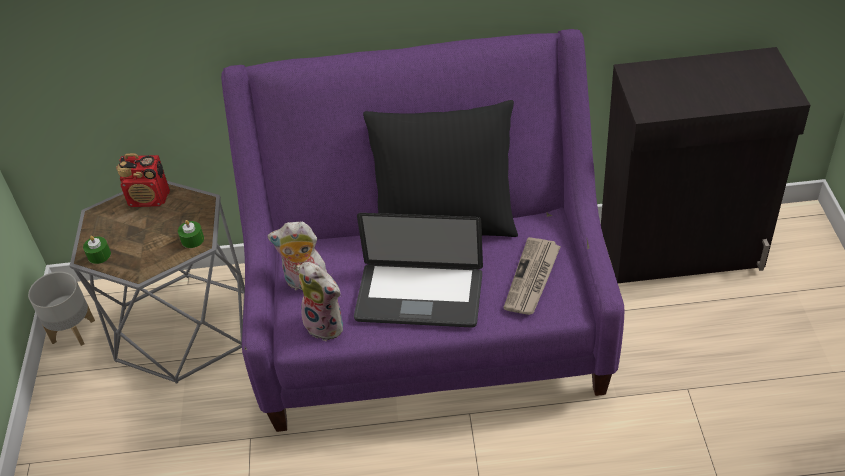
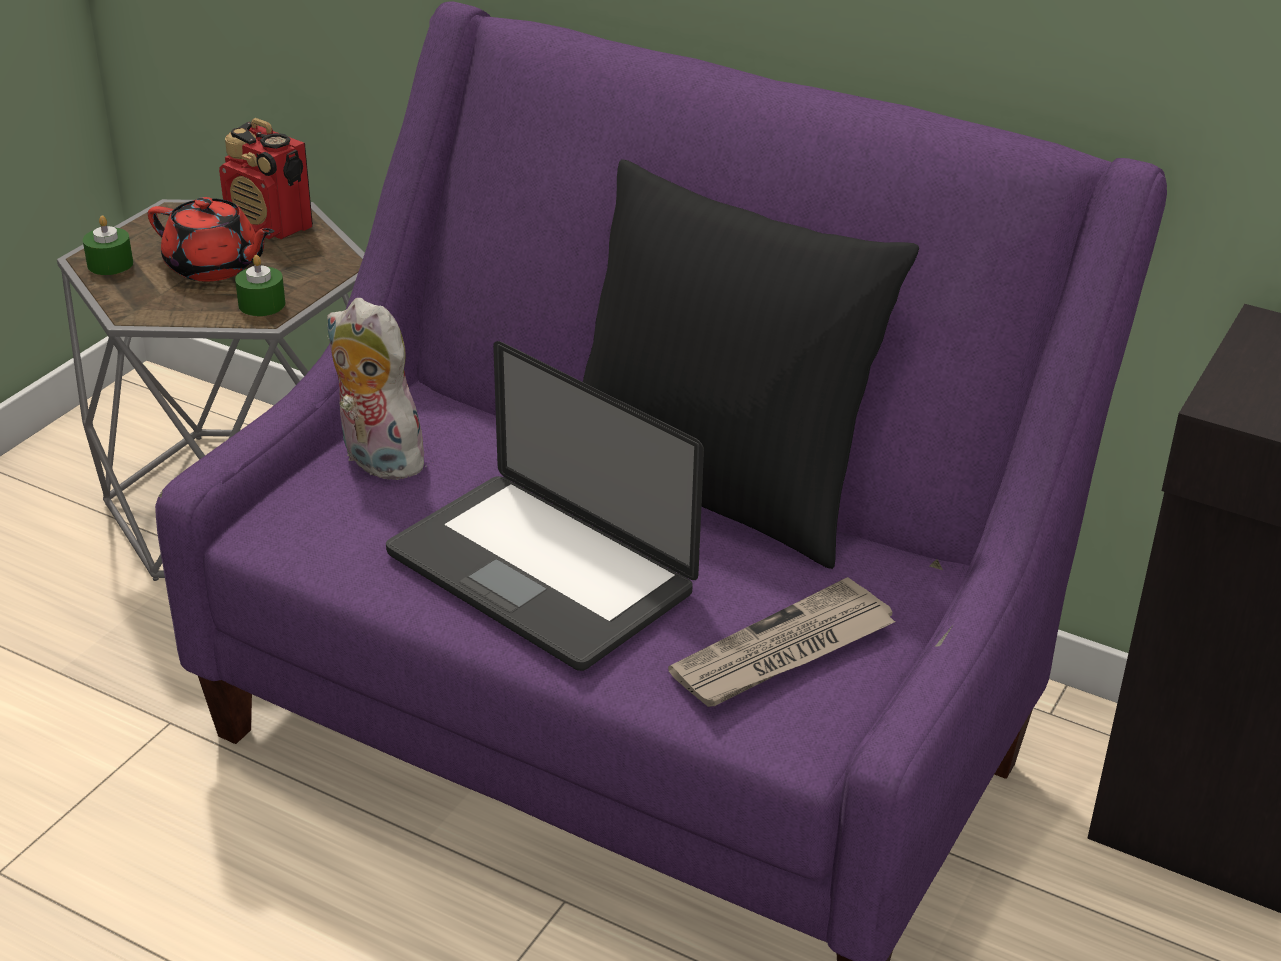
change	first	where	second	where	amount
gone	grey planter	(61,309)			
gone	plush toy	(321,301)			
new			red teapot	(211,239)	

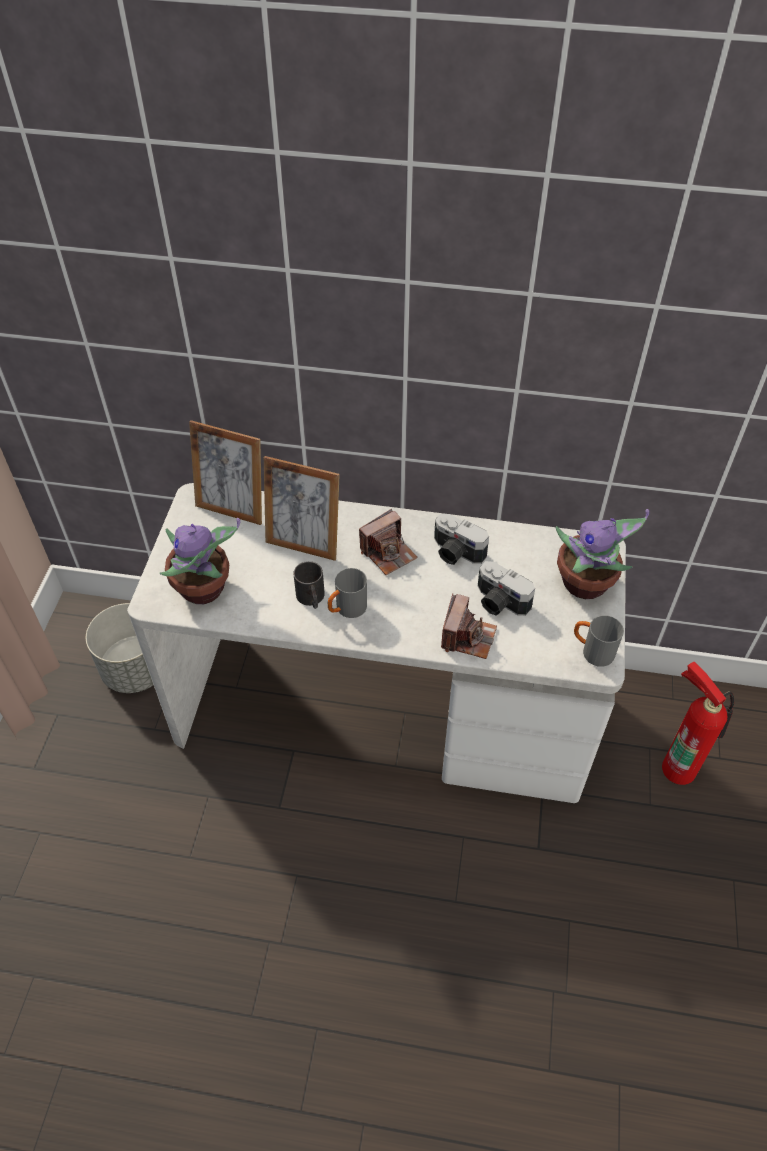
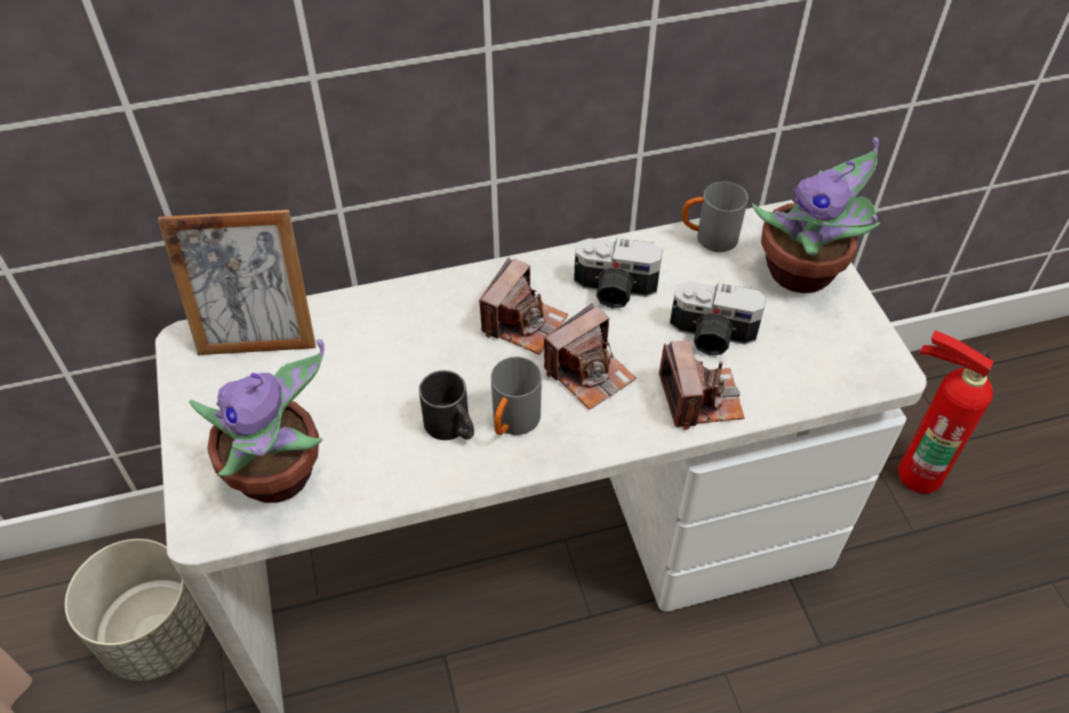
change	first	where	second	where	amount
gone	picture frame	(302,508)			
shifted	grey mug	(599,641)		(715,217)	
new			photo camera	(590,356)	

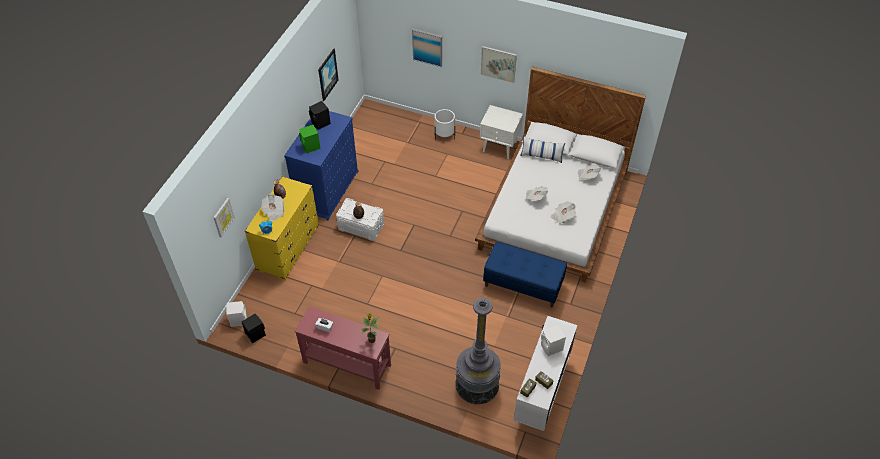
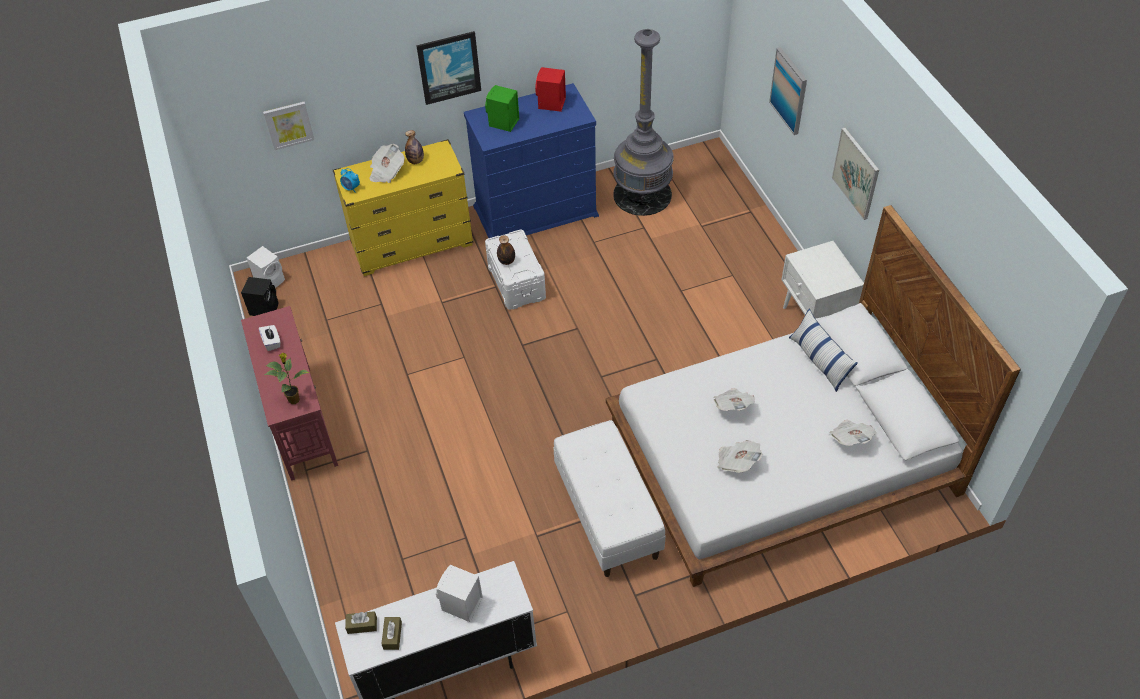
change	first	where	second	where	amount
repainted	black speaker	(320,115)	red speaker	(550,89)	
shifted	picture	(328,75)		(448,68)	
gone	white planter	(445,124)			
shifted	grey floor lamp	(478,351)		(643,122)	
repainted	blue bench	(525,274)	white bench	(609,498)	

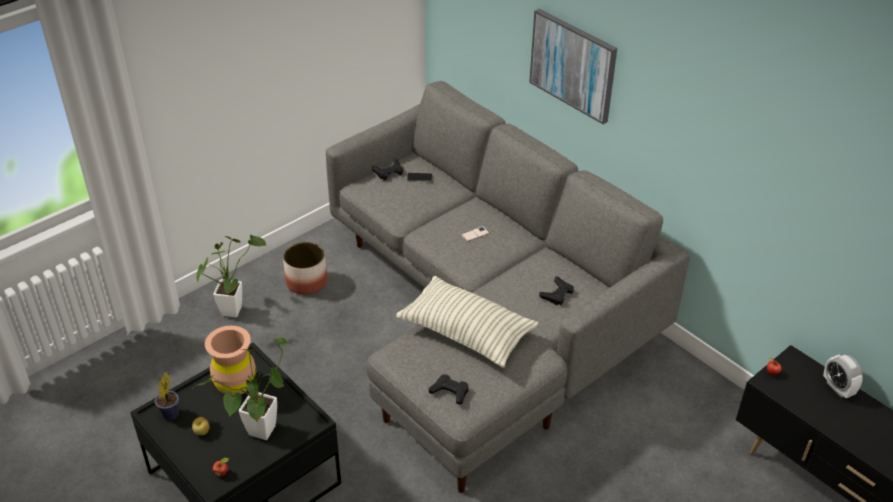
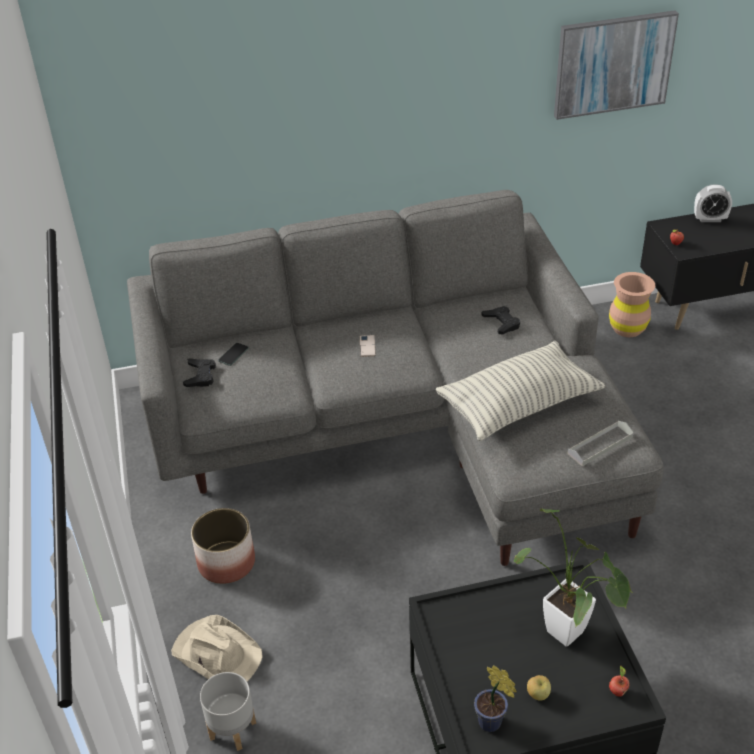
change	first	where	second	where	amount
swapped	potted plant	(231,276)	beige hat	(217,648)	
shifted	brown vase	(230,361)		(632,304)	
swapped	black game controller	(448,389)	grey tray	(601,443)	
shifted	picture	(573,66)		(616,65)	
new			grey planter	(228,711)	

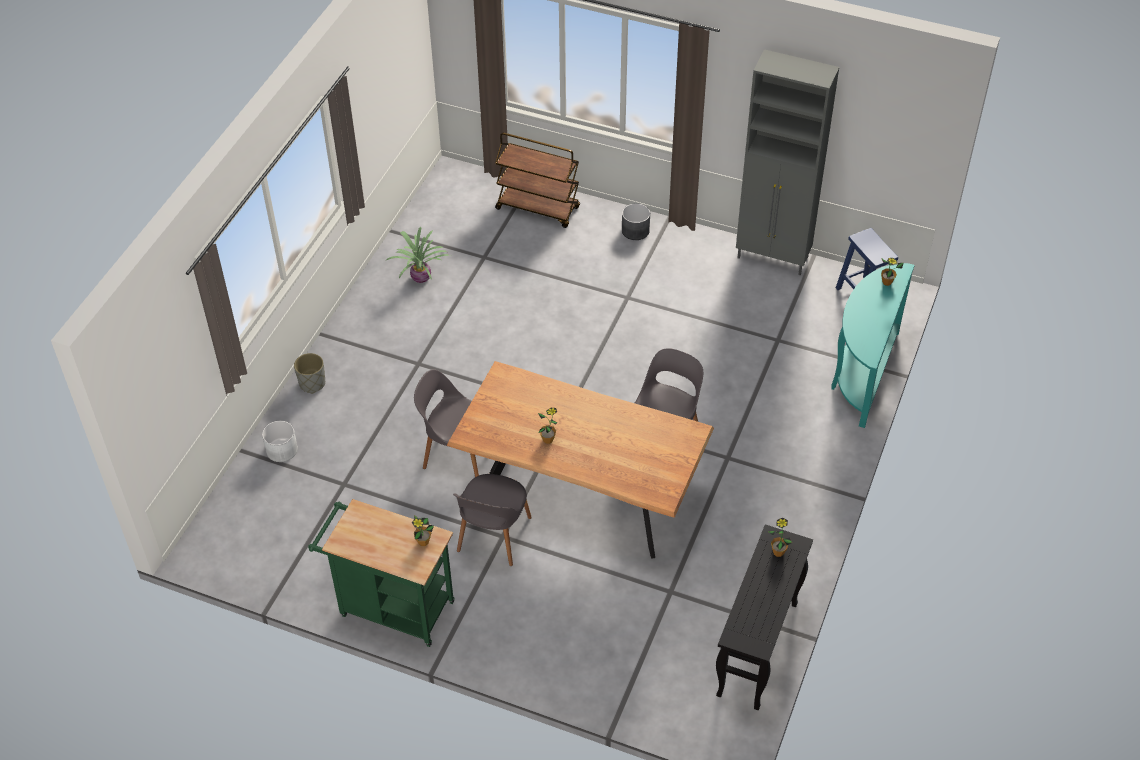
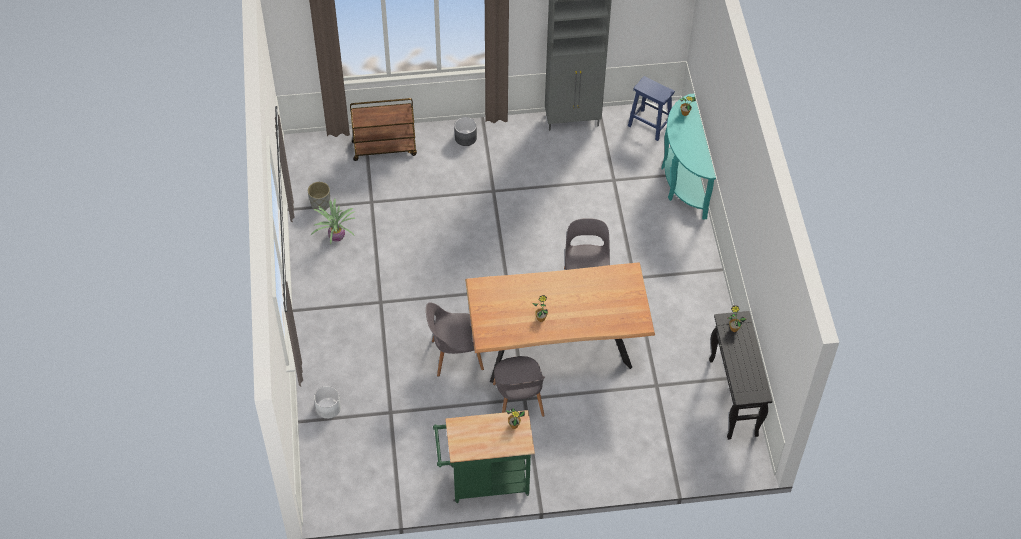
change	first	where	second	where	amount
shifted	grey planter	(309,373)		(319,196)	

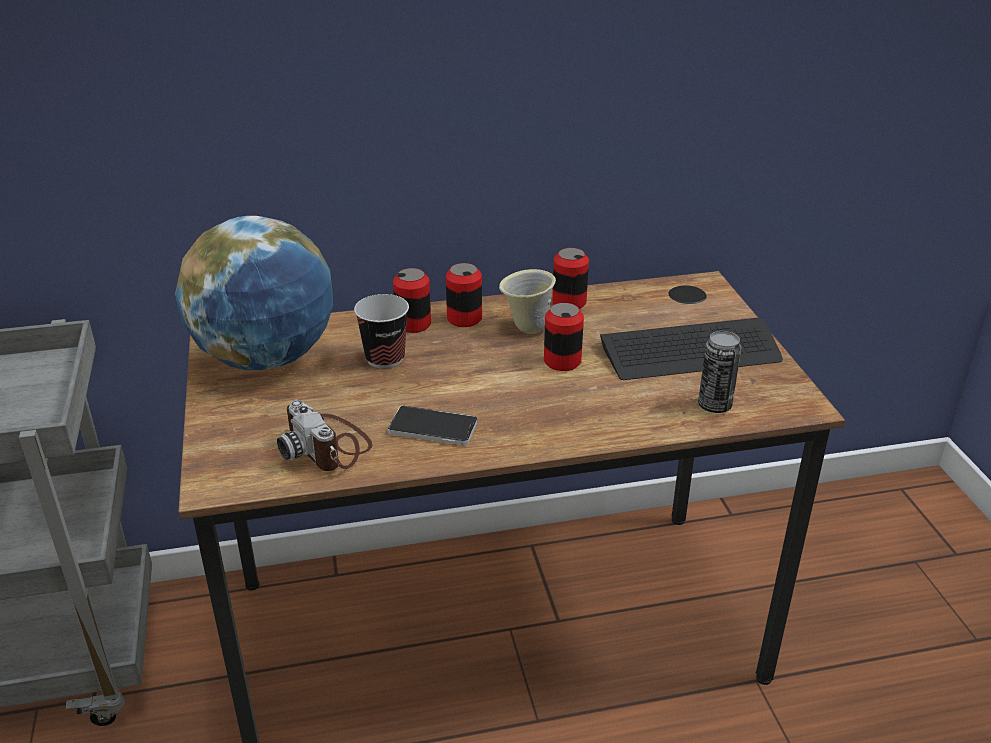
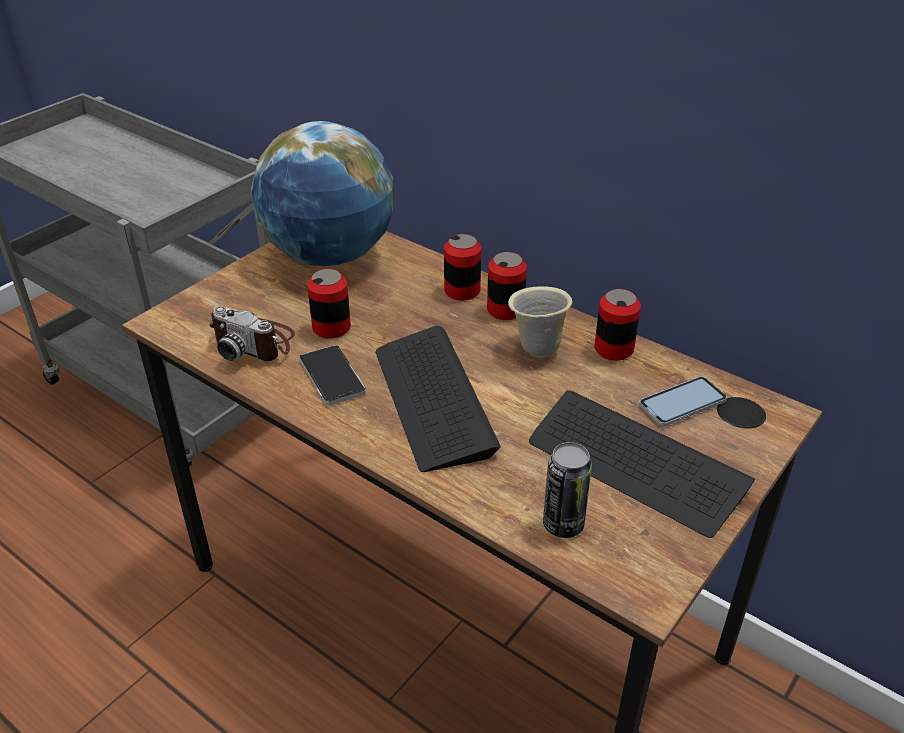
change	first	where	second	where	amount
rotated	photo camera	(324,435)		(252,333)	75 degrees counterclockwise
gone	cup	(381,331)			
shifted	can	(564,337)		(329,304)	
new			keyboard	(438,399)	
new			phone	(683,401)	

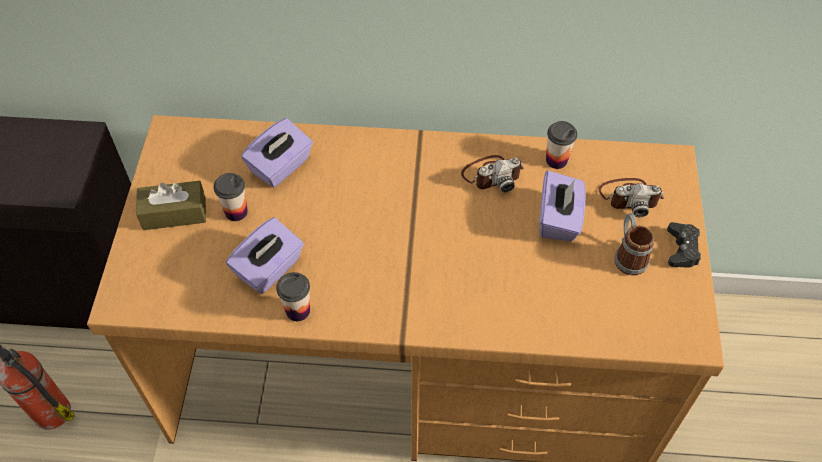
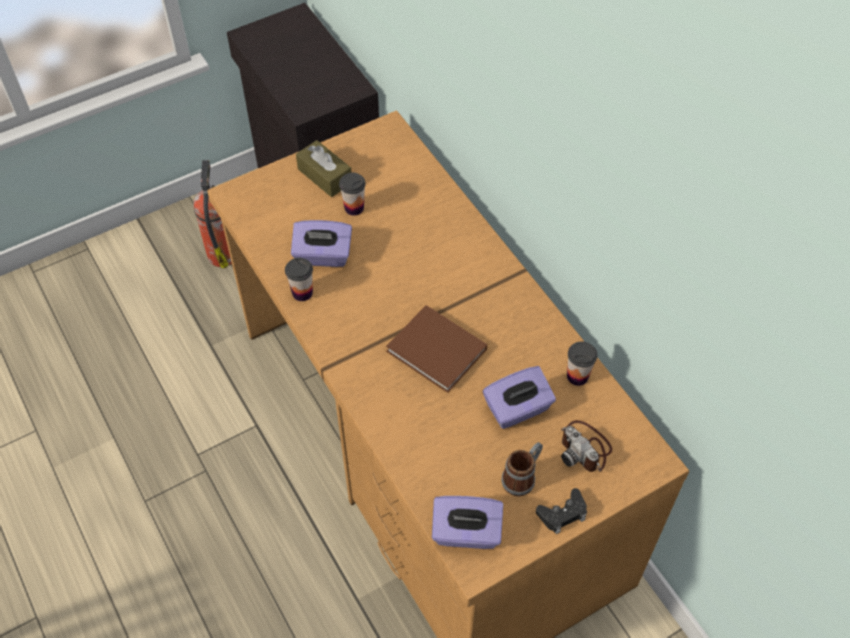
change	first	where	second	where	amount
shifted	purple tissue box	(277,152)		(467,522)	
gone	photo camera	(492,174)			
new			brown book	(436,349)	

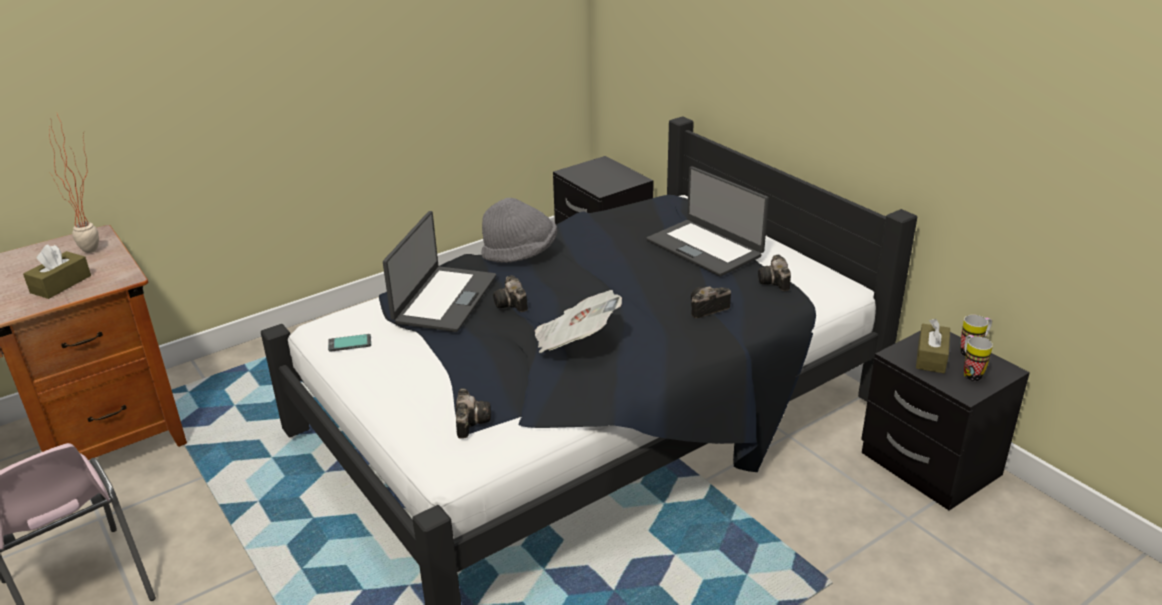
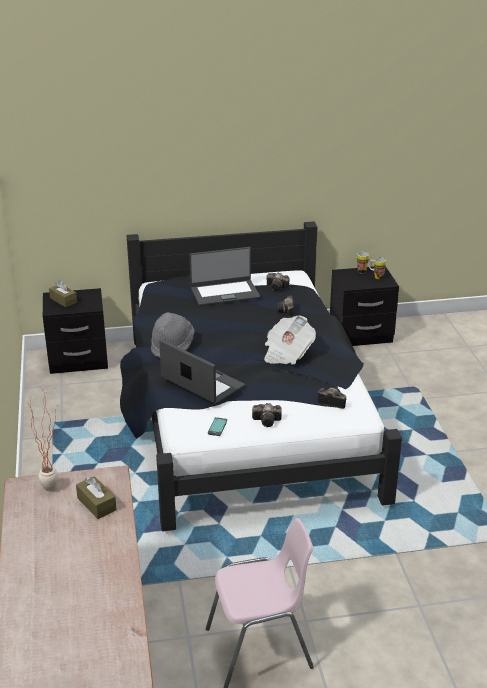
change	first	where	second	where	amount
shifted	photo camera	(510,293)		(267,415)	
shifted	brown tissue box	(933,346)		(63,293)	

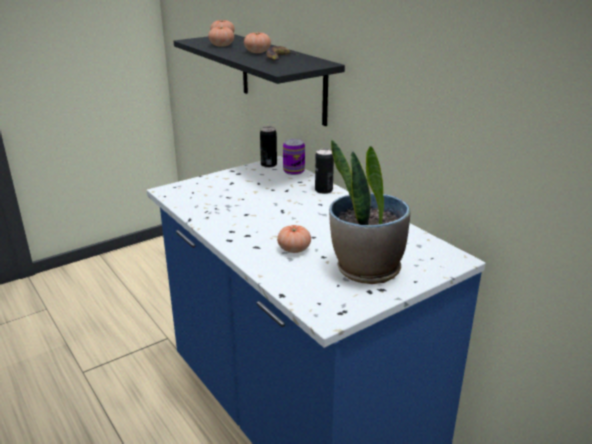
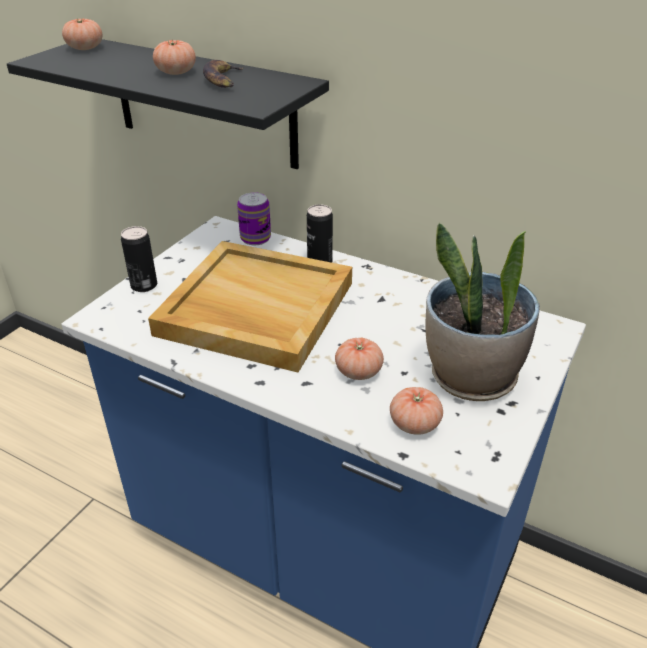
change	first	where	second	where	amount
shifted	tomato	(221,36)		(416,411)	
shifted	can	(268,147)		(139,259)	
new			beige tray	(250,306)	

